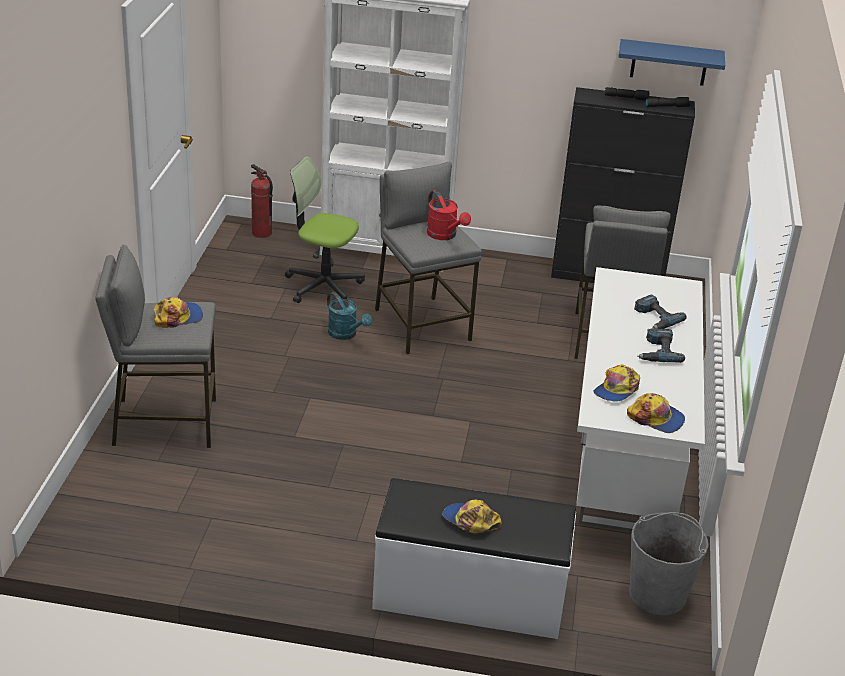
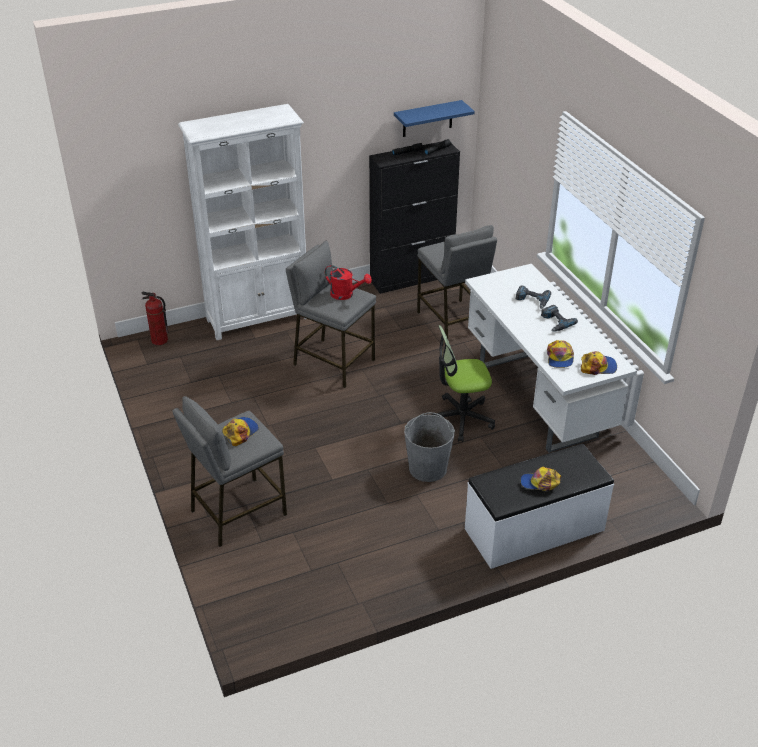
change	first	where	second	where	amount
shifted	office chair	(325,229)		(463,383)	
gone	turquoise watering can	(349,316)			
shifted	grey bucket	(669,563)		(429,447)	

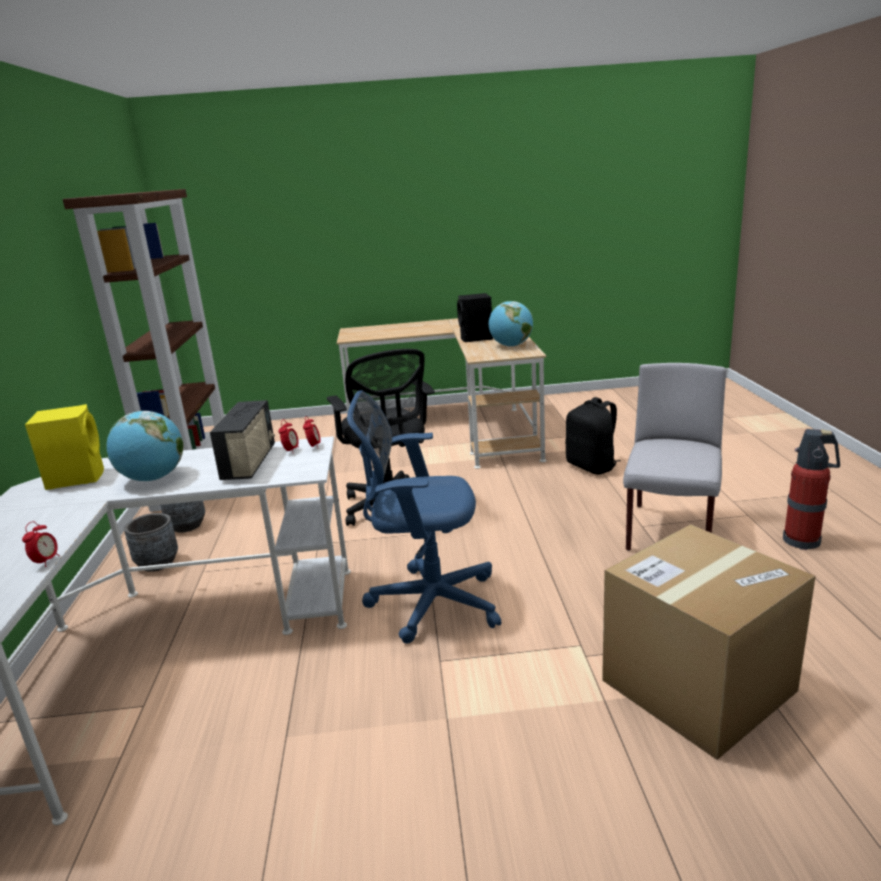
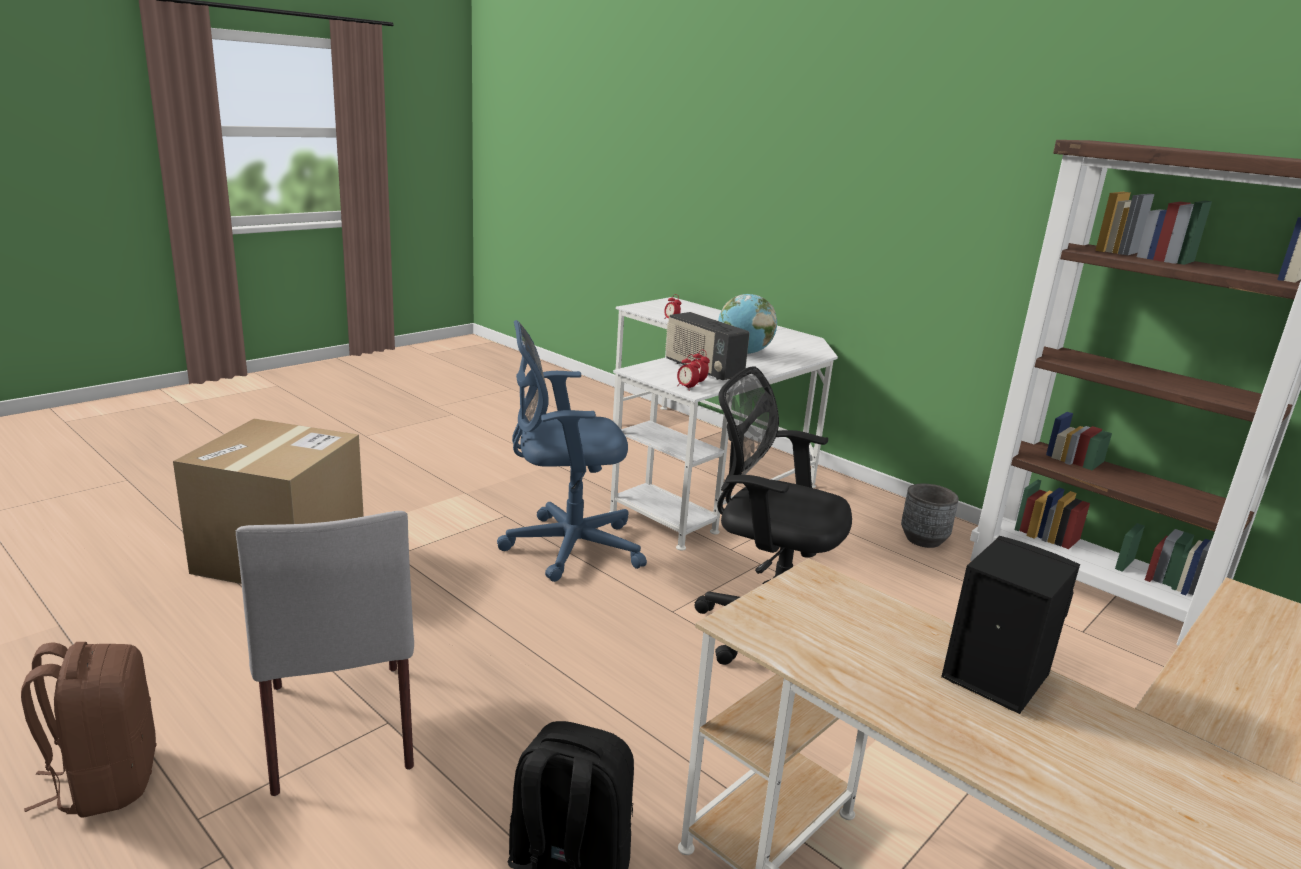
change	first	where	second	where	amount
gone	yellow speaker	(64,447)			
gone	grey planter	(151,542)			
rotated	blue office chair	(424,517)		(572,451)	150 degrees counterclockwise
gone	globe	(511,324)			
swapped	fire extinguisher	(811,489)	brown backpack	(89,730)	

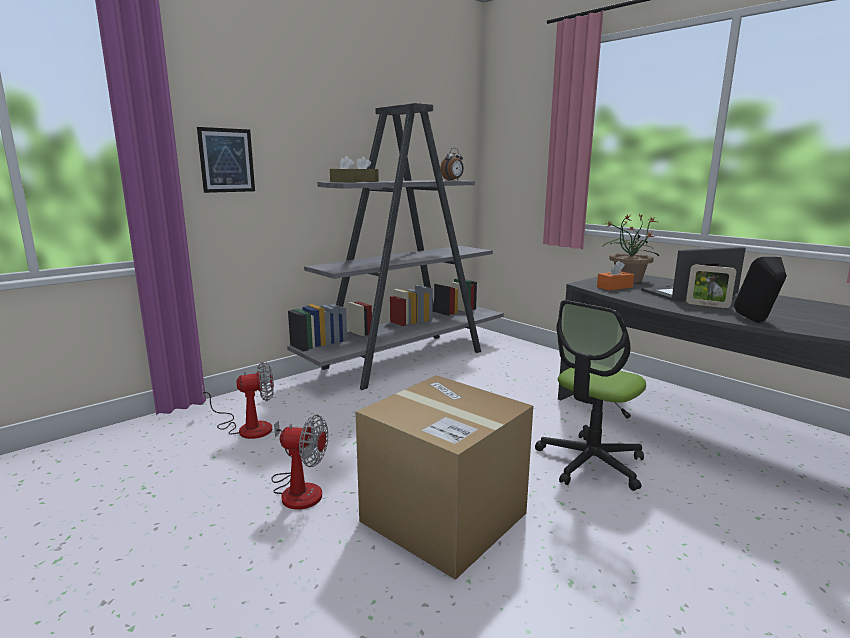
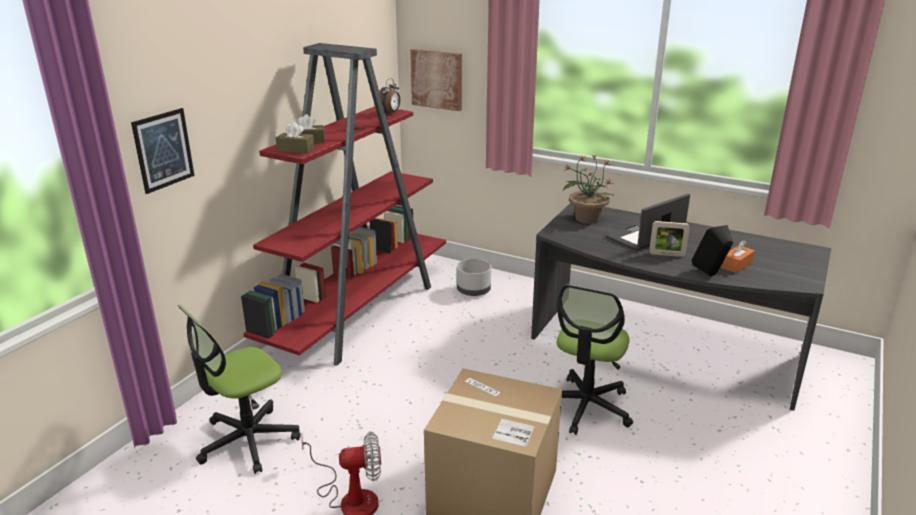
change	first	where	second	where	amount
swapped	fan	(238,400)	office chair	(239,389)	
repainted	grey bookcase	(395,246)	red bookcase	(343,204)	
shifted	orange tissue box	(615,275)		(738,256)	
new			picture	(436,80)	
new			grey planter	(474,277)	

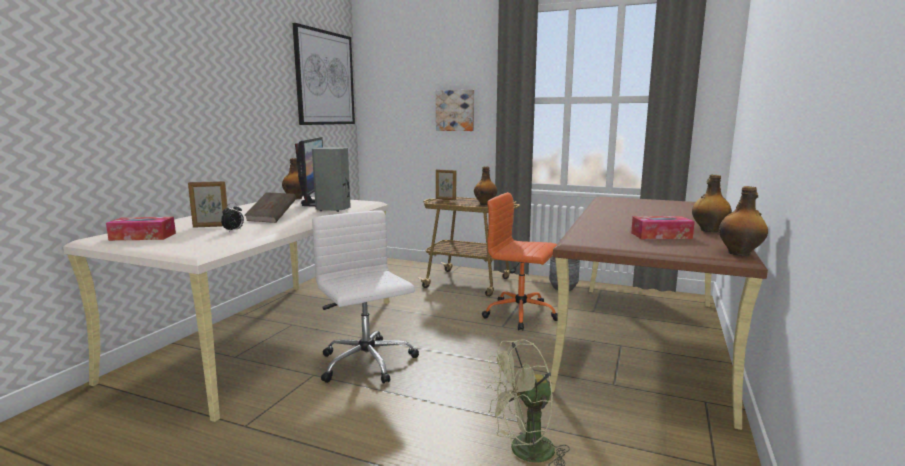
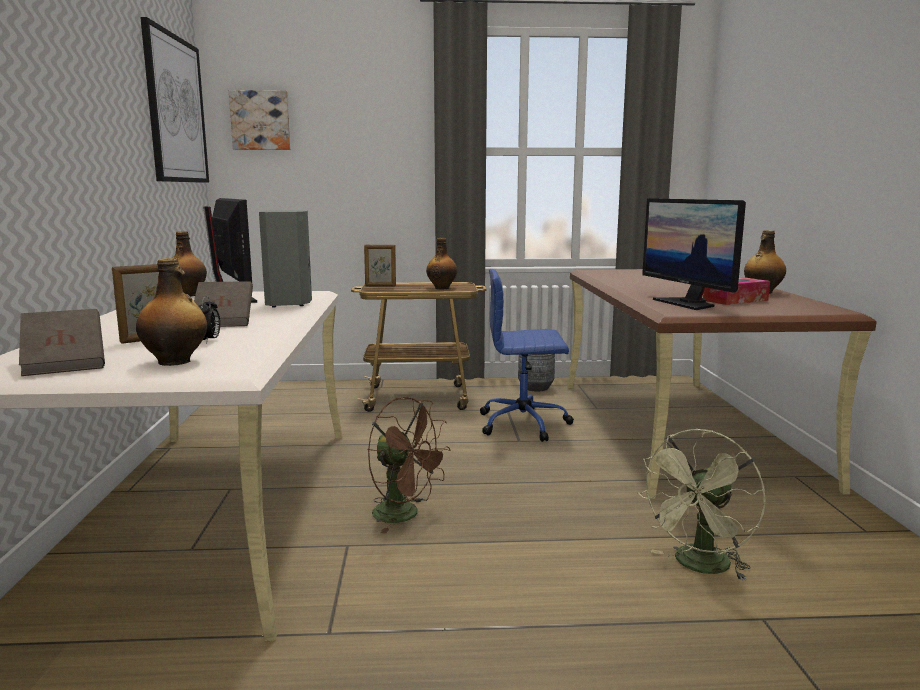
change	first	where	second	where	amount
swapped	tissue box	(141,229)	brown book	(62,342)	
swapped	white office chair	(365,297)	brown fan	(409,465)	
shifted	picture	(455,110)		(260,120)	
repainted	orange office chair	(520,261)	blue office chair	(527,355)	
shifted	bottle	(743,221)		(171,312)	
new			monitor	(694,254)	

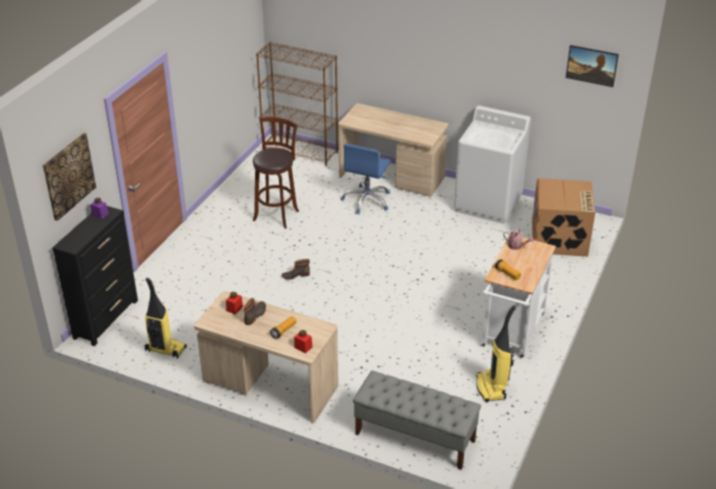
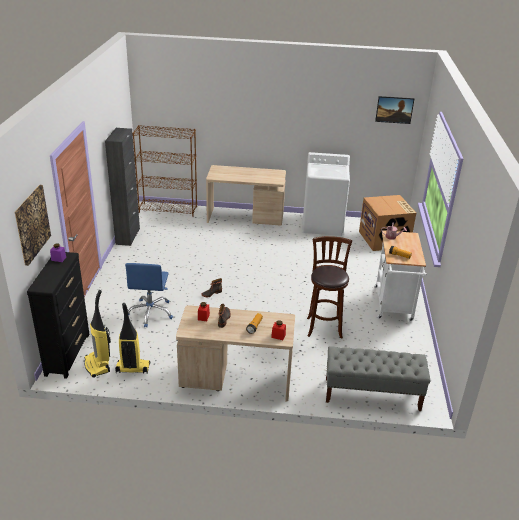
change	first	where	second	where	amount
shifted	brown stool	(276,172)		(329,287)	
shifted	blue office chair	(366,179)		(149,295)	
shifted	vacuum cleaner	(496,354)		(97,334)	
new			black cabinet	(122,187)	

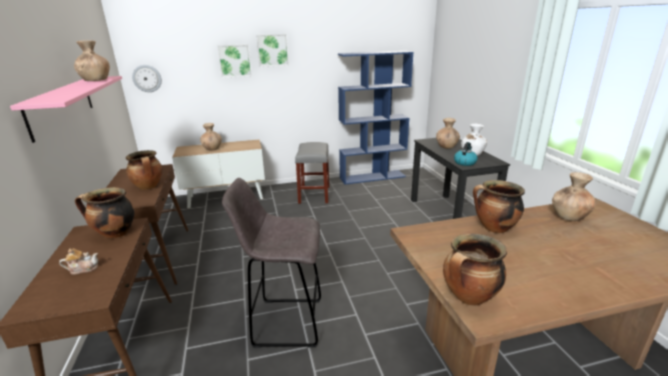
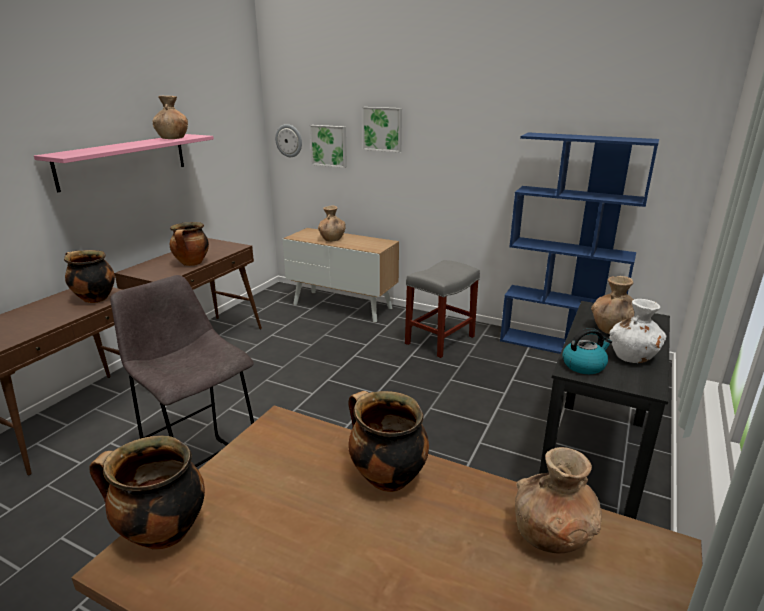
change	first	where	second	where	amount
gone	teapot	(78,261)			
shifted	picture	(272,50)		(328,146)	

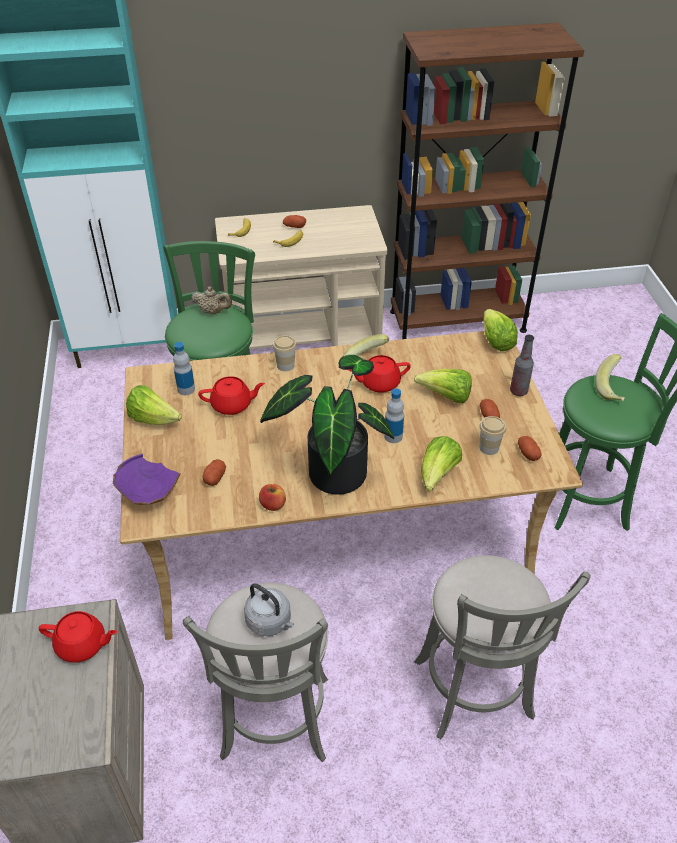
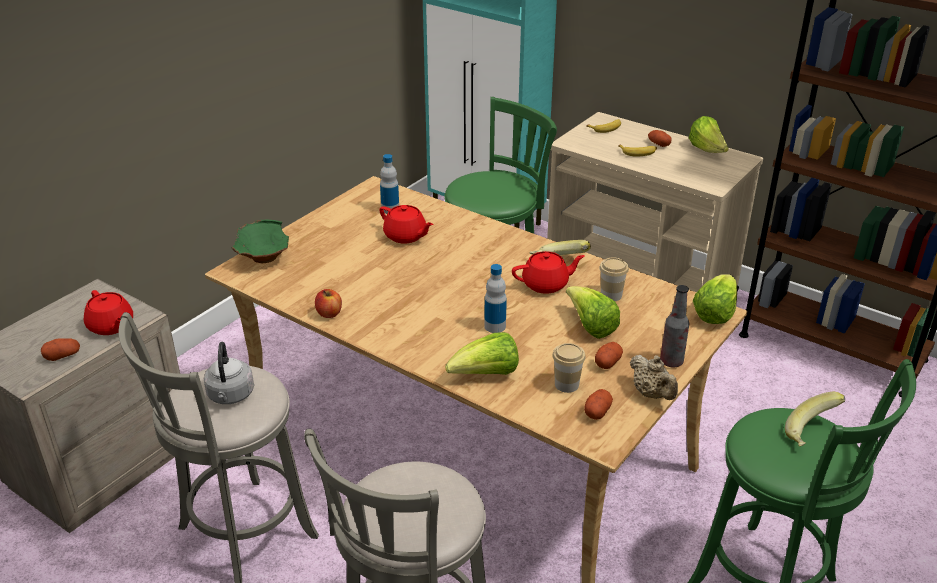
change	first	where	second	where	amount
repainted	purple bowl	(147,479)	green bowl	(260,241)	
shifted	lettuce	(154,405)		(709,134)	
shifted	beige teapot	(212,300)		(654,377)	
shifted	potato	(214,472)		(60,350)	
gone	potted plant	(327,425)			
shifted	cup	(285,353)		(614,279)	
rotated	red teapot	(379,374)		(548,272)	135 degrees clockwise

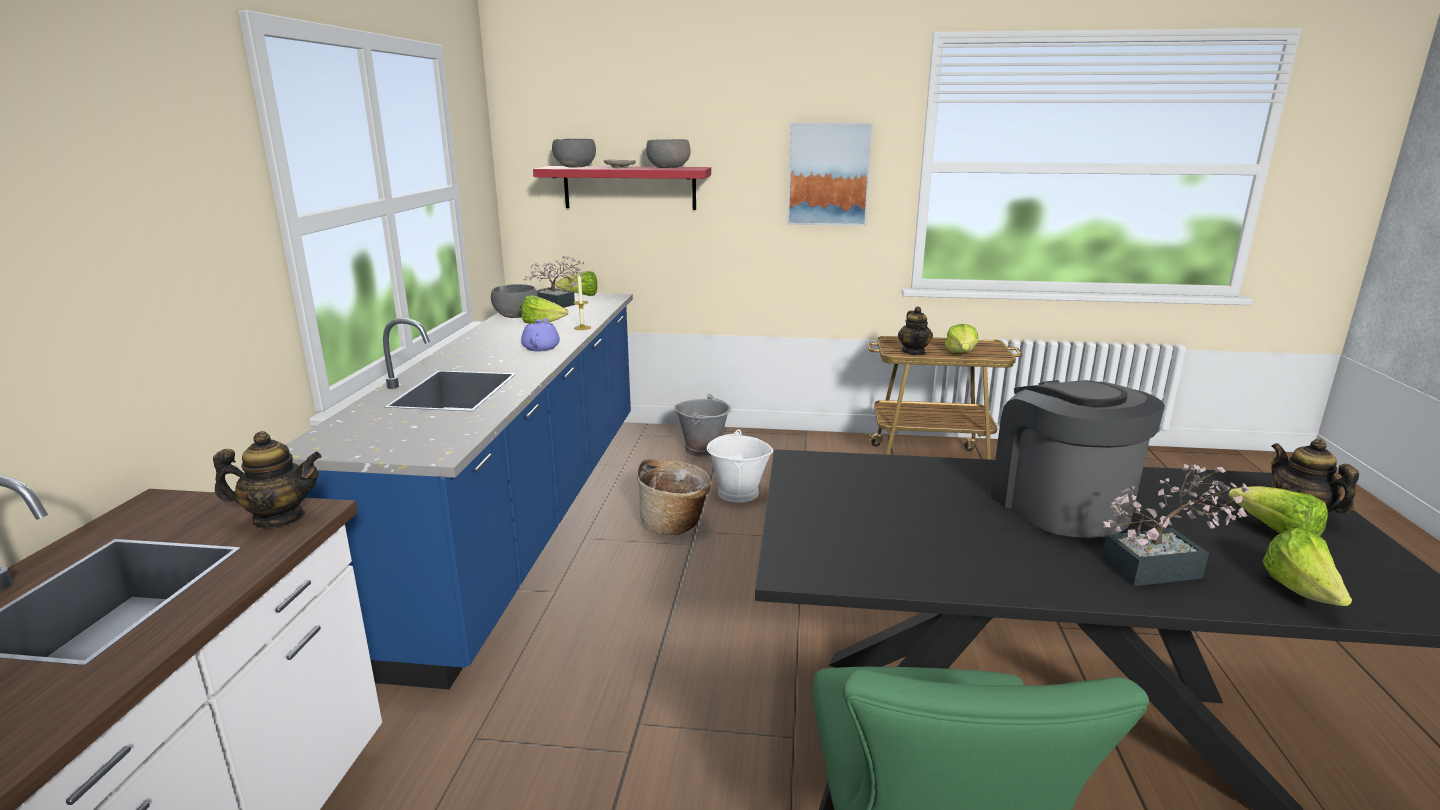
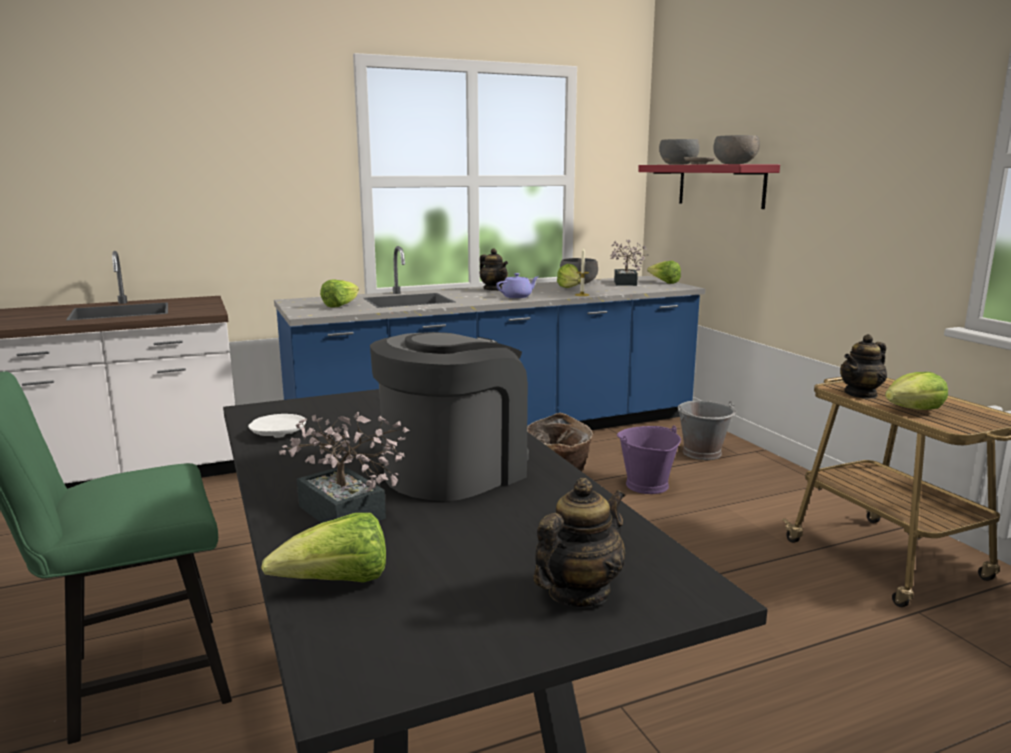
change	first	where	second	where	amount
shifted	teapot	(267,479)		(493,270)	
repainted	white bucket	(740,466)	purple bucket	(649,460)	
gone	picture	(830,174)			
shifted	lettuce	(1278,511)		(339,293)	
new			white plate	(277,426)	

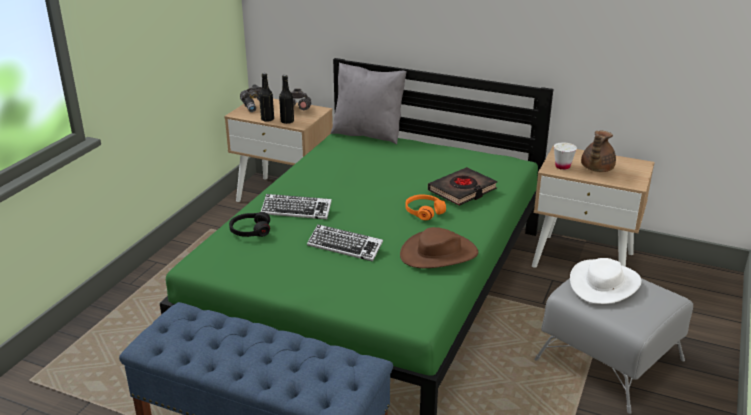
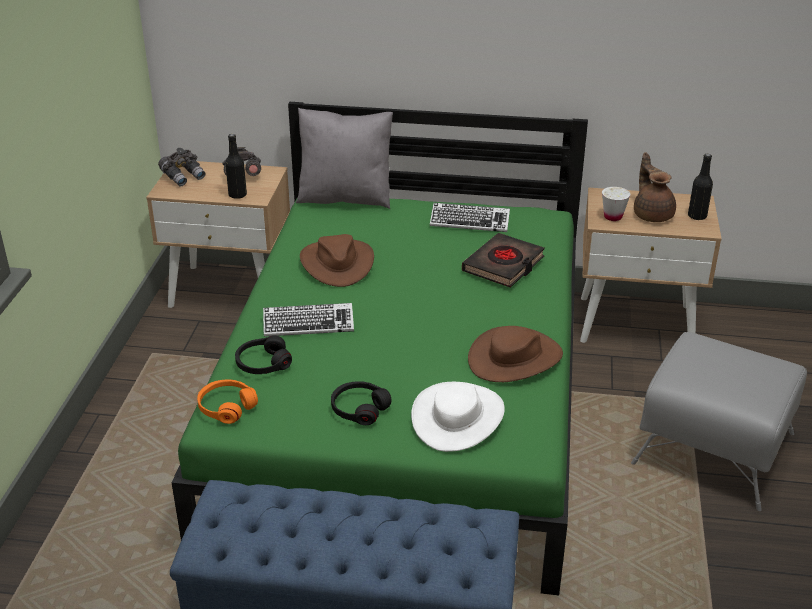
change	first	where	second	where	amount
shifted	black bottle	(266,97)		(700,187)	
shifted	keyboard	(345,243)		(470,217)	
shifted	orange headphones	(425,207)		(227,402)	
shifted	white hat	(606,281)		(458,417)	
rotated	brown teapot	(598,151)		(655,187)	150 degrees clockwise
new			brown hat	(337,260)	
new			black headphones	(361,403)	

